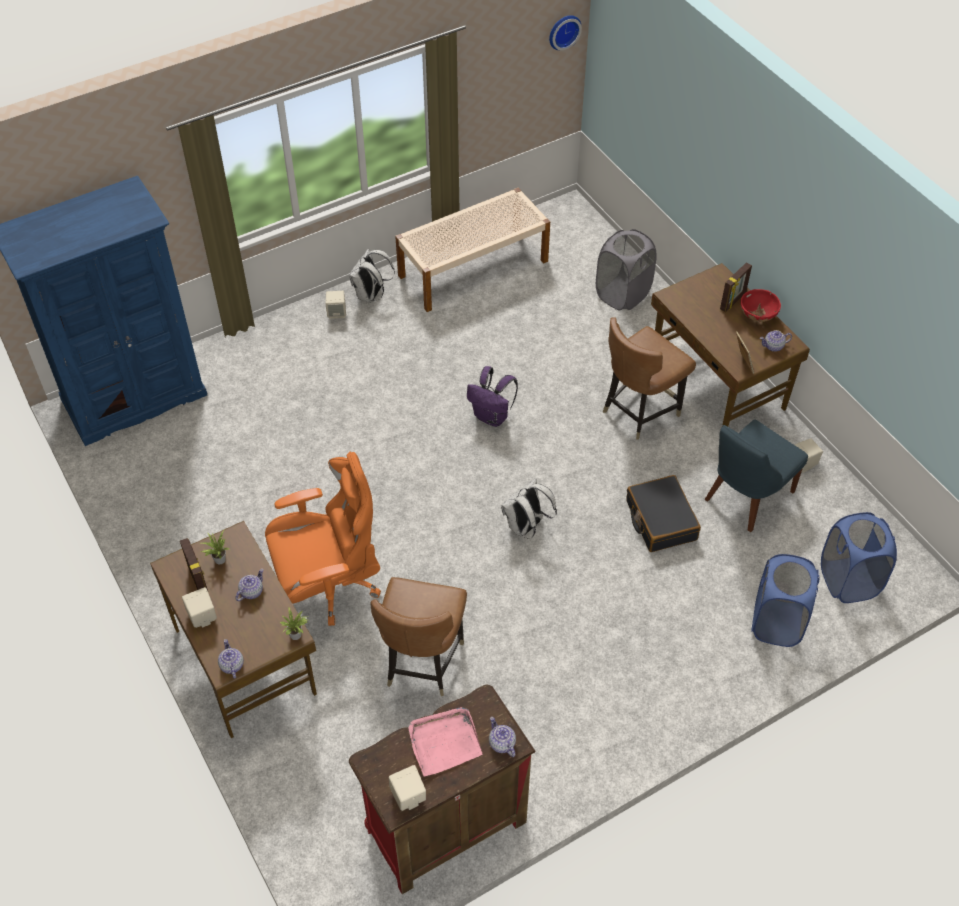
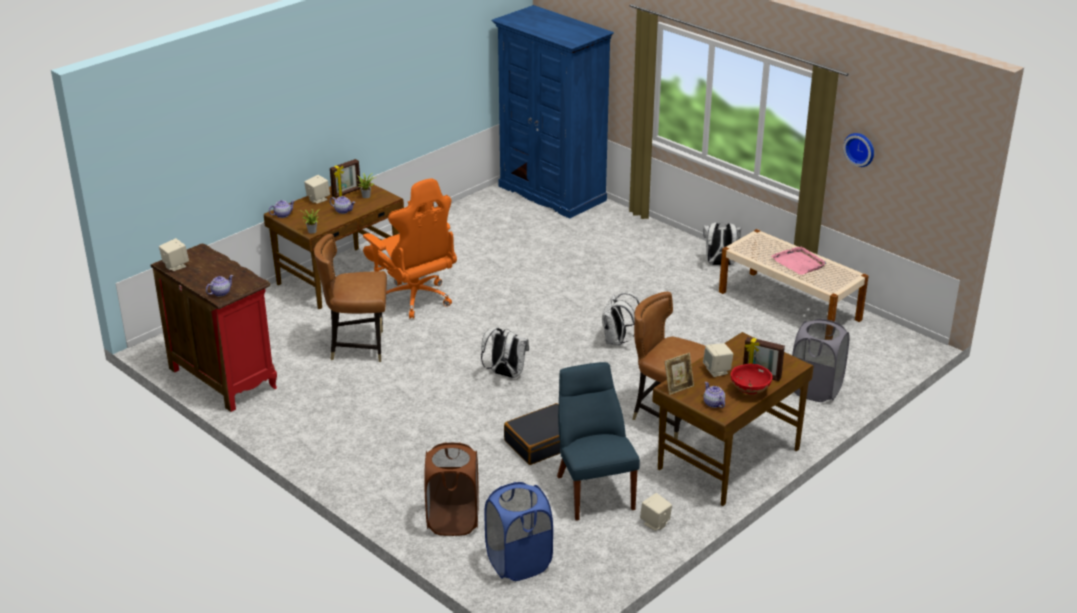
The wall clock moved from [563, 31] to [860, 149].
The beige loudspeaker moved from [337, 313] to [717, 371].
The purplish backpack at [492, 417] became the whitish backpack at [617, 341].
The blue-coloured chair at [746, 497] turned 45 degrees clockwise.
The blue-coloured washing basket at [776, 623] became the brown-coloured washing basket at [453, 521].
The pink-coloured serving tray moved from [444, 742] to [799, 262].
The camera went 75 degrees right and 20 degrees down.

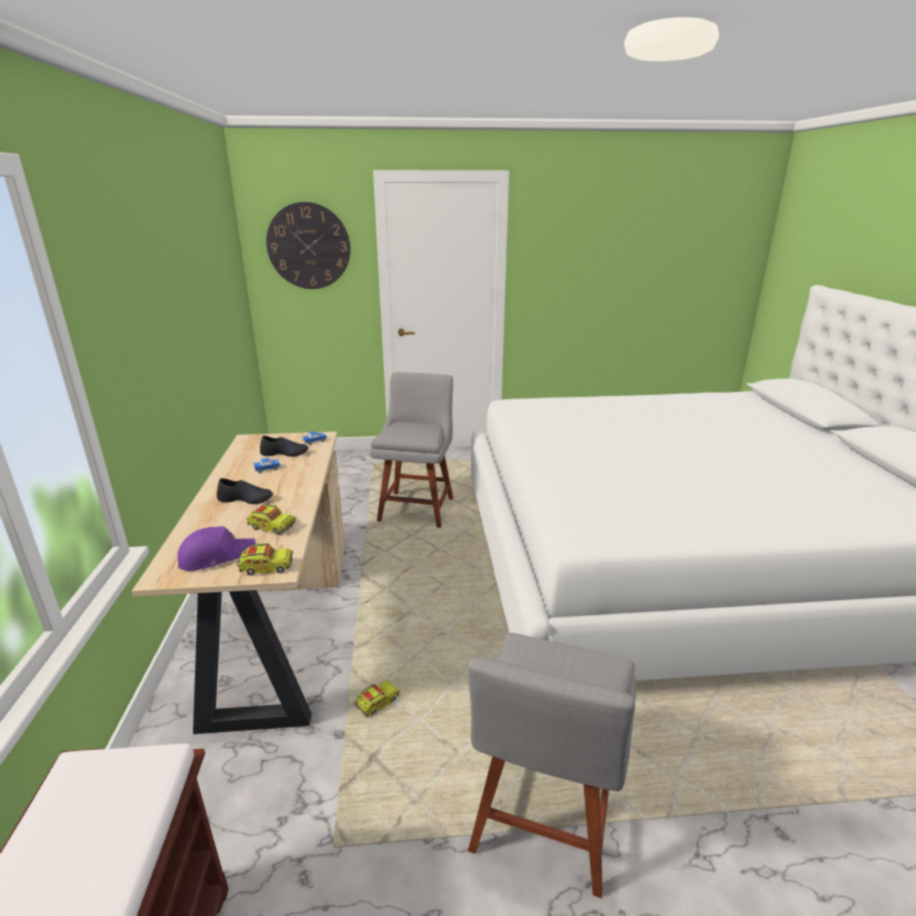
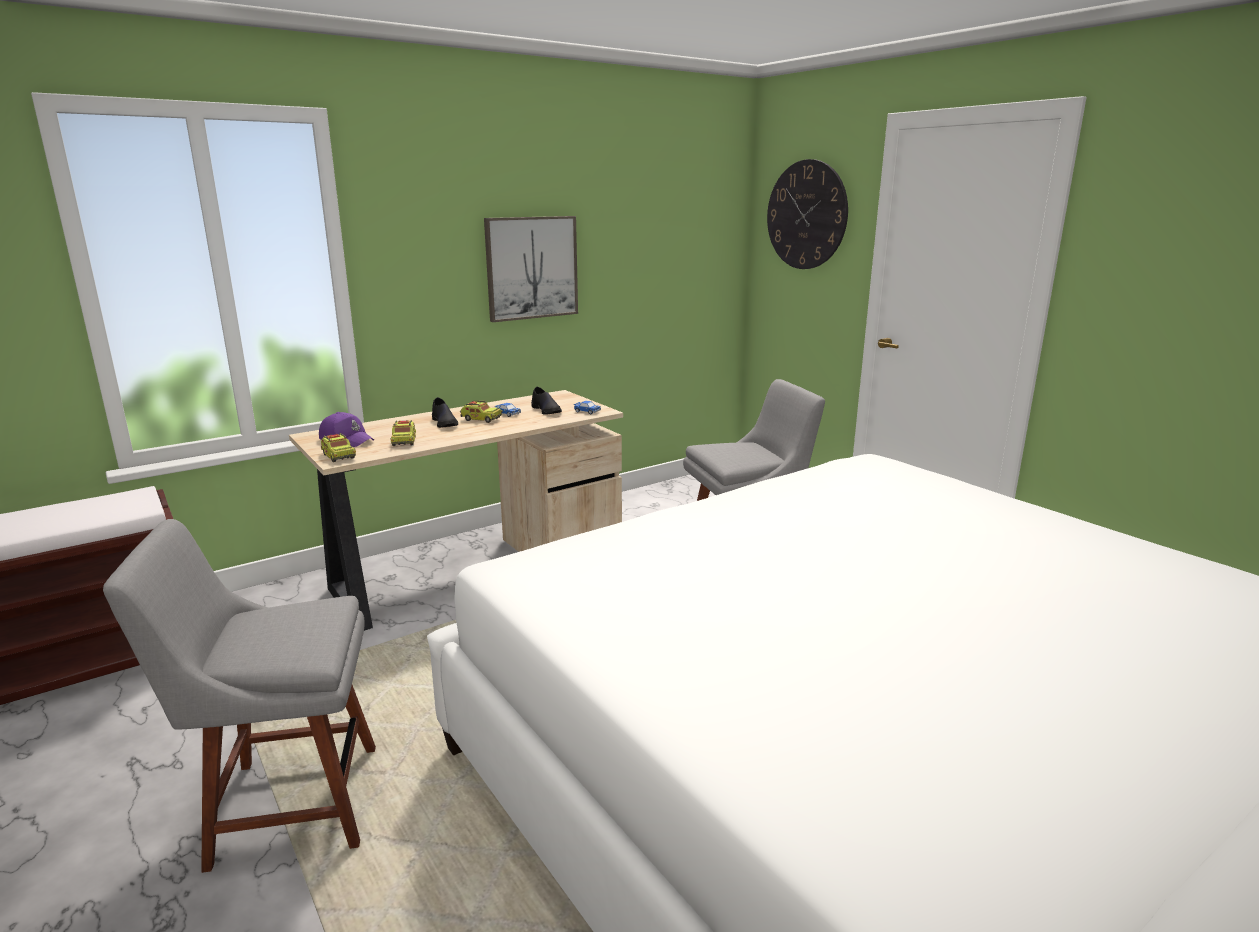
The model truck moved from [377, 703] to [481, 419].
The wall art at [531, 268] appeared.
The camera went 60 degrees right and 5 degrees down.

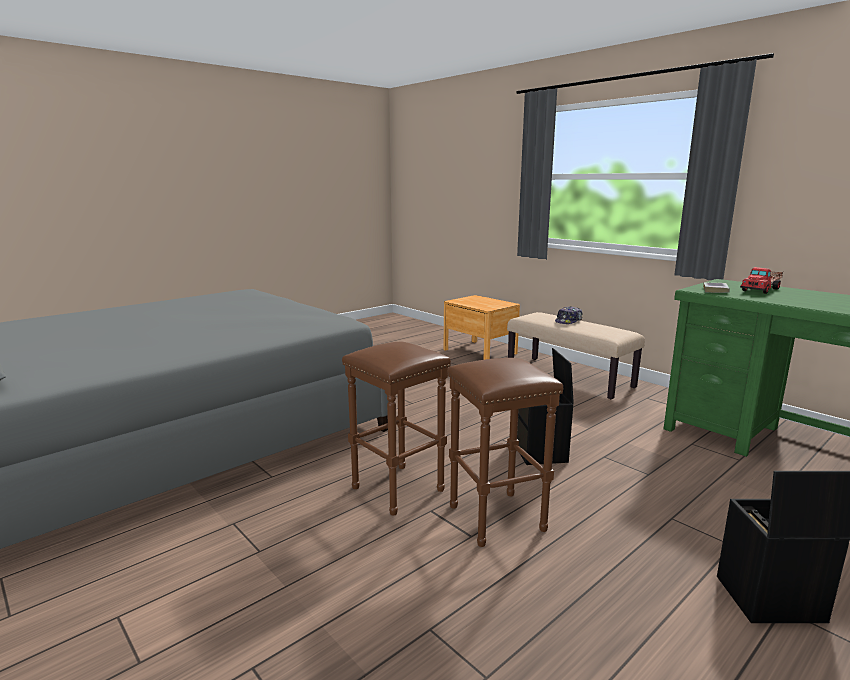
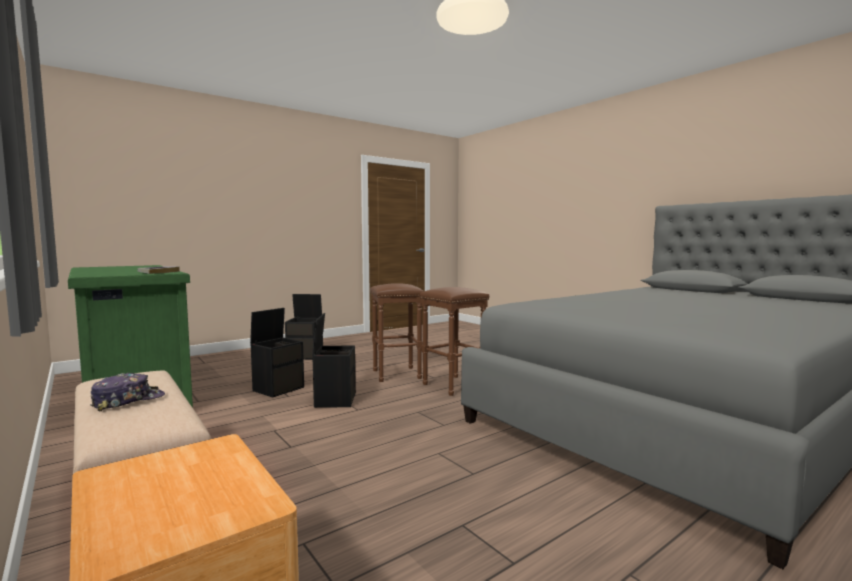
The model truck at [760, 289] disappeared.
The black storage box at [279, 388] appeared.
The camera went 175 degrees left and 10 degrees down.

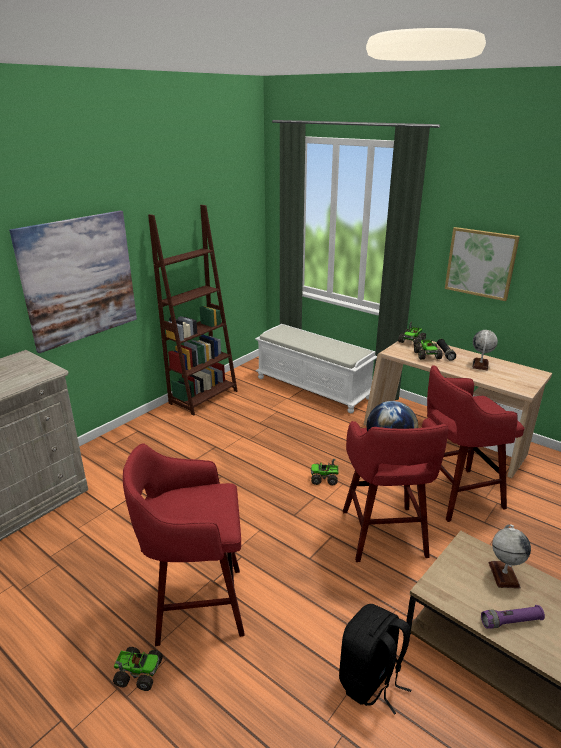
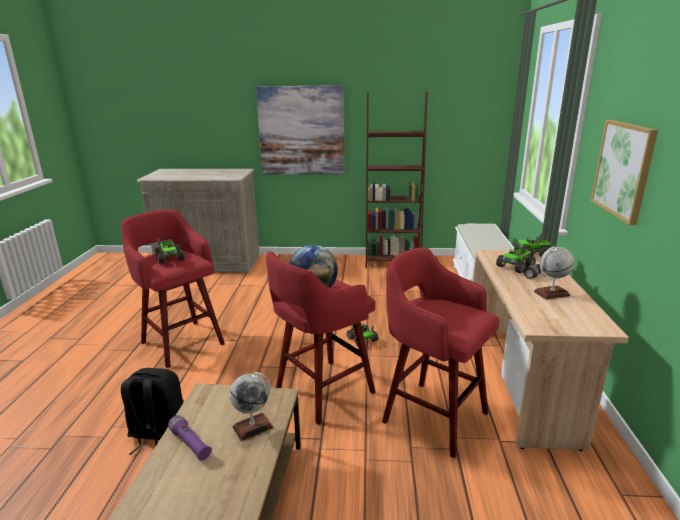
The model truck moved from [138, 672] to [170, 258].
The camera went 55 degrees right and 5 degrees down.

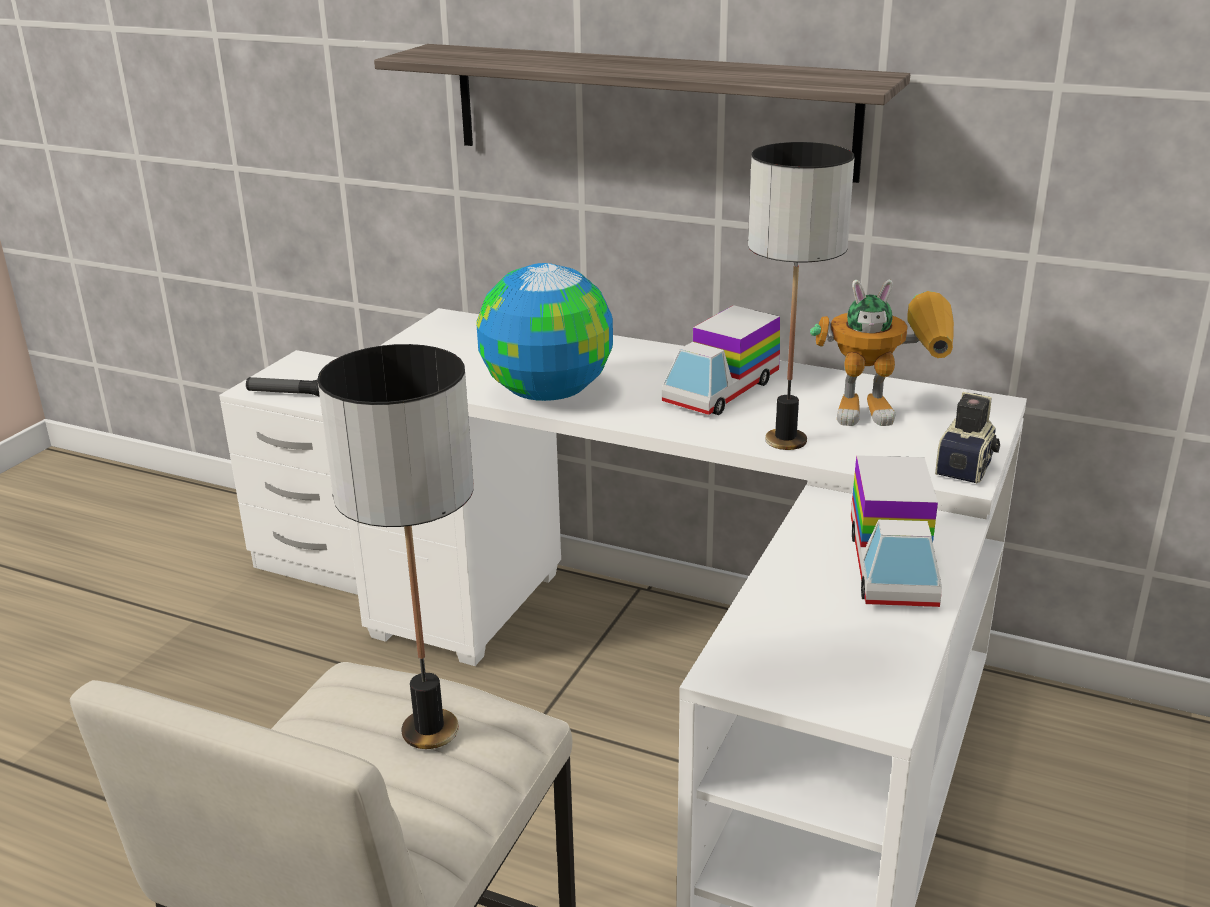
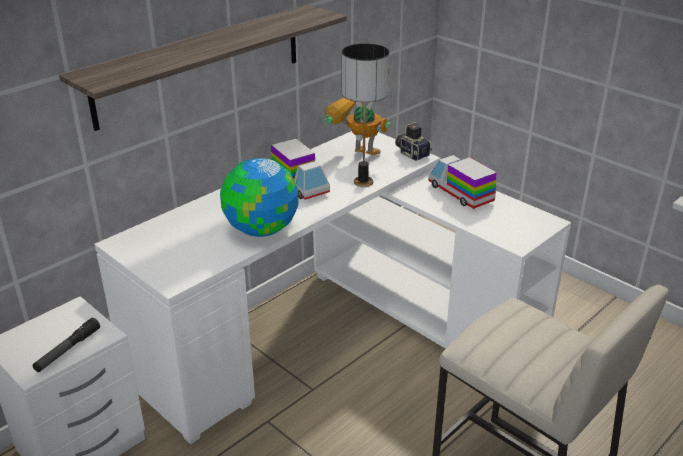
The toy robot at [886, 412] turned 90 degrees counterclockwise.
The tabletop lamp at [428, 730] disappeared.
The model truck at [891, 565] turned 150 degrees counterclockwise.
The camera went 70 degrees left and 5 degrees up.

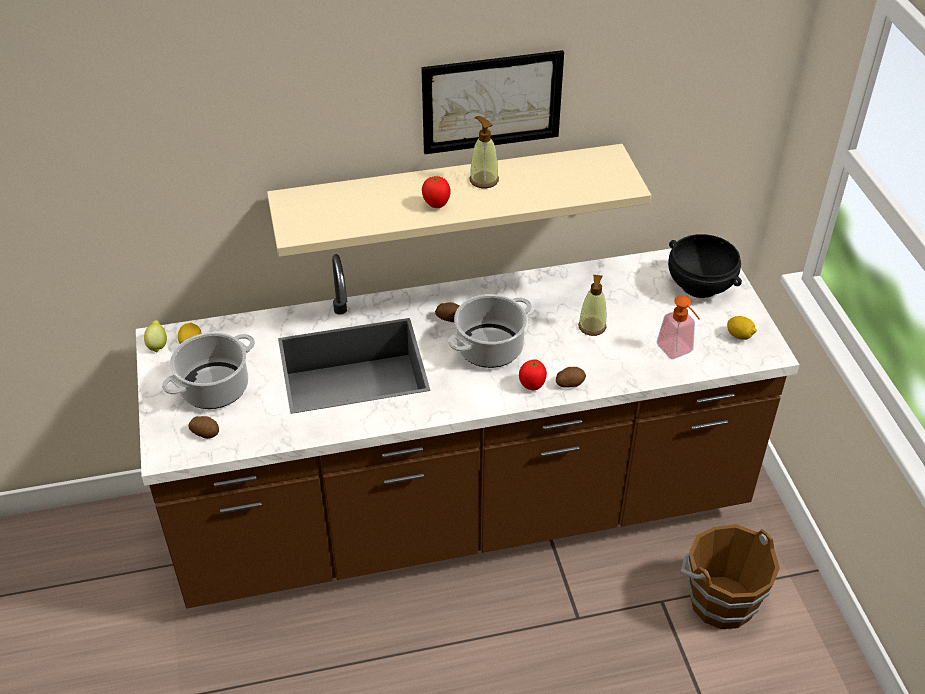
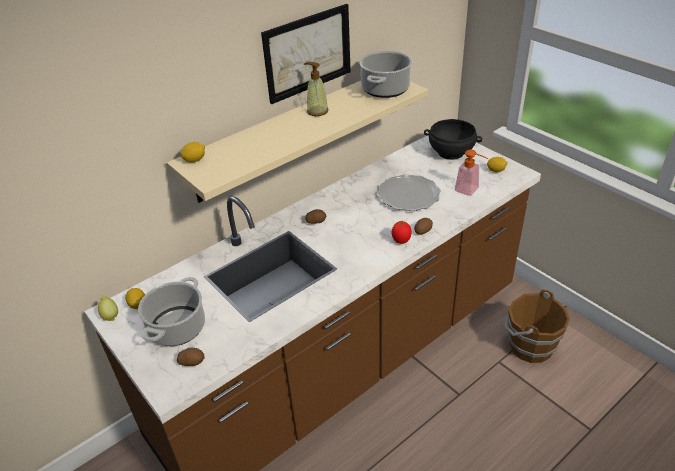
The tomato at [436, 205] disappeared.
The soap dispenser at [592, 327] was replaced by the dinner plate at [409, 195].
The cooking pot moved from [490, 347] to [385, 89].
The citrus fruit at [195, 160] appeared.
The camera went 25 degrees left and 5 degrees down.

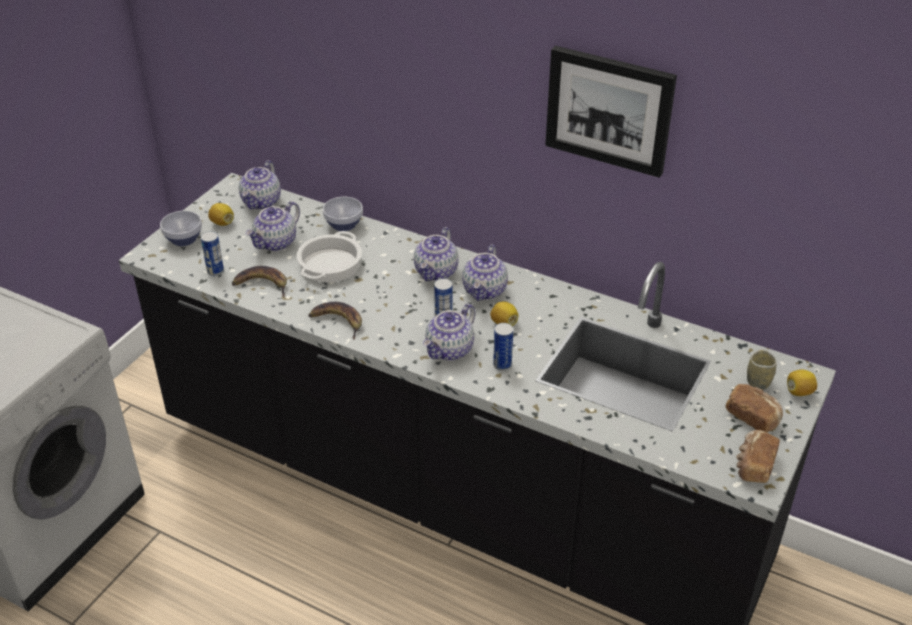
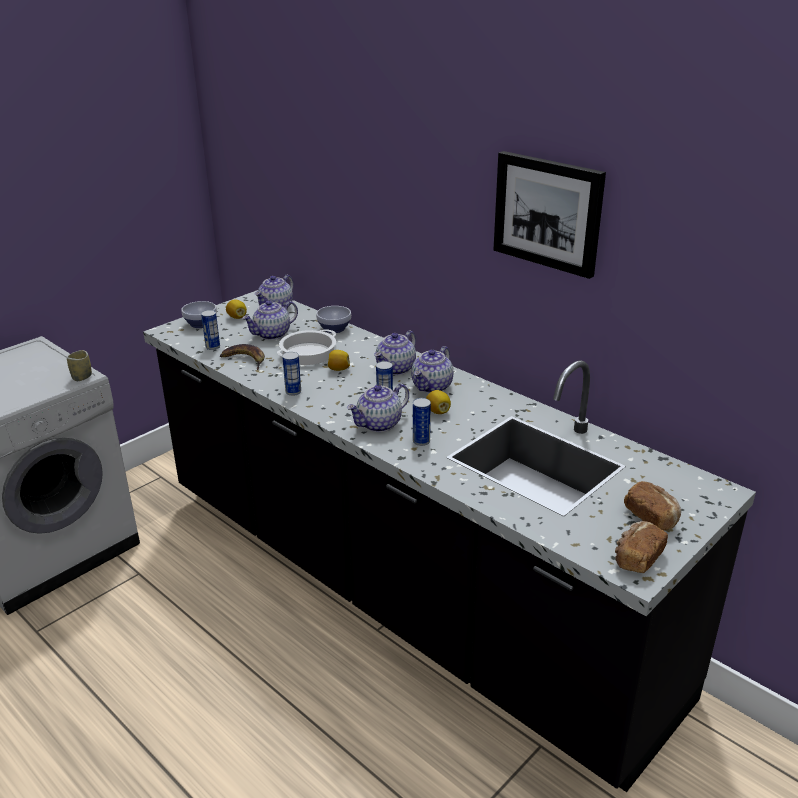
The banana fruit at [338, 321] was replaced by the can at [293, 392].
The drinking cup moved from [758, 382] to [82, 377].
The citrus fruit moved from [799, 392] to [338, 369].
The camera went 15 degrees right and 10 degrees down.

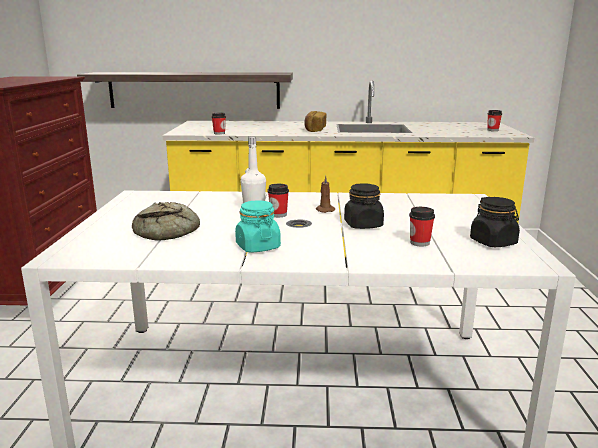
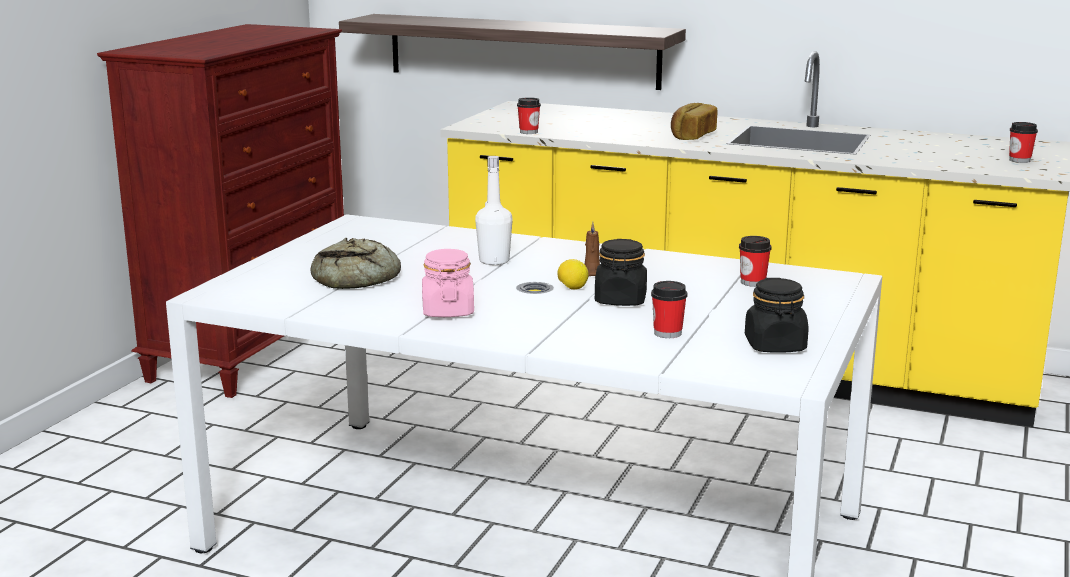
The drinking cup moved from [278, 214] to [753, 282].
The turquoise-coloured preserve jar at [257, 247] became the pink-coloured preserve jar at [448, 311].
The citrus fruit at [572, 288] appeared.
The camera went 20 degrees right and 0 degrees up.

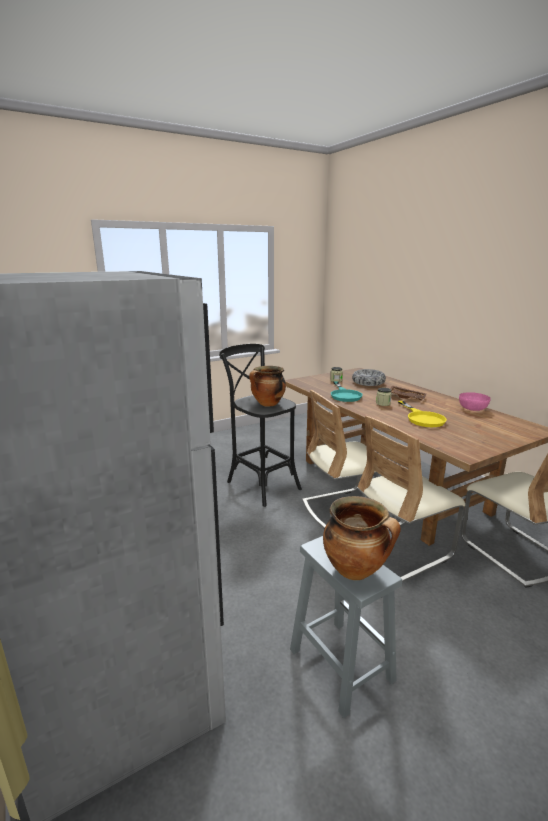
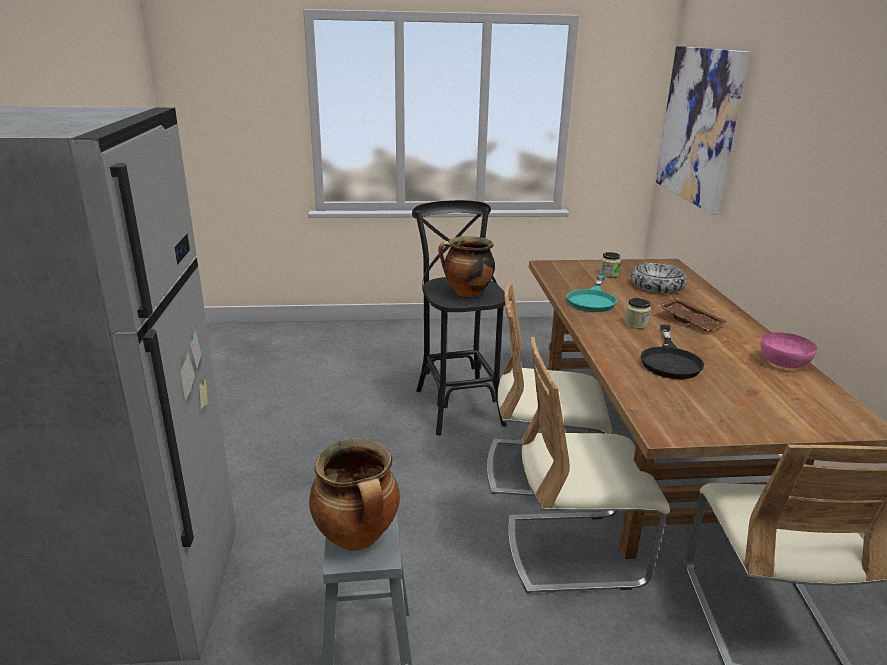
The yellowish frying pan at [422, 418] became the black frying pan at [670, 360].
The wall art at [698, 126] appeared.
The camera went 25 degrees right and 5 degrees up.

